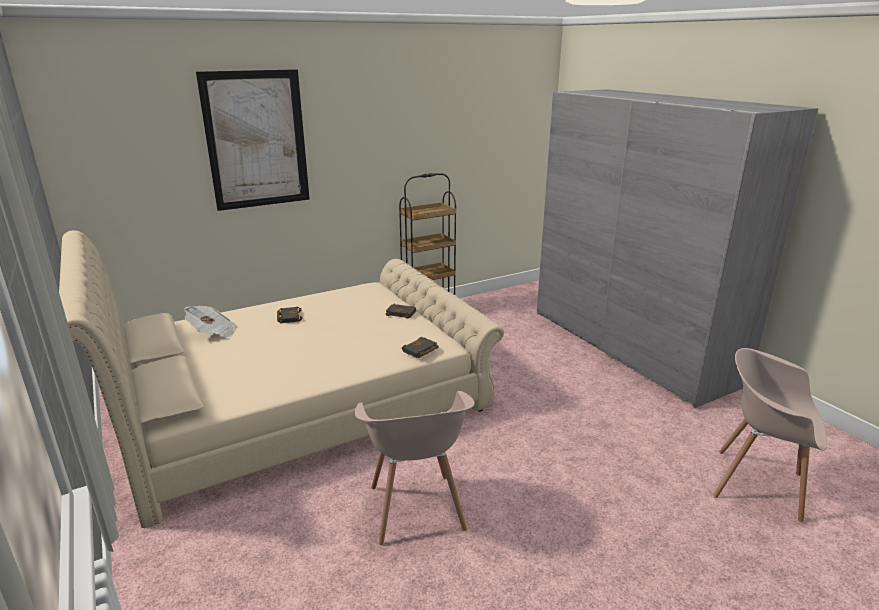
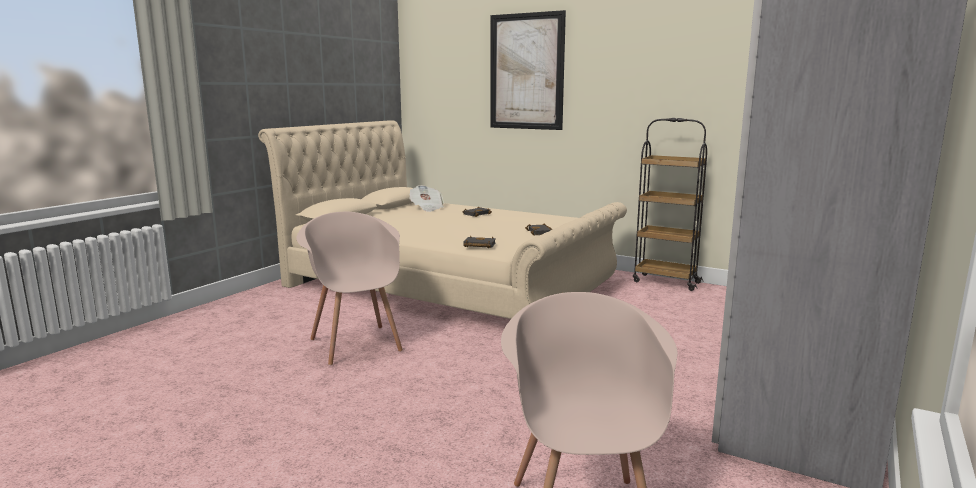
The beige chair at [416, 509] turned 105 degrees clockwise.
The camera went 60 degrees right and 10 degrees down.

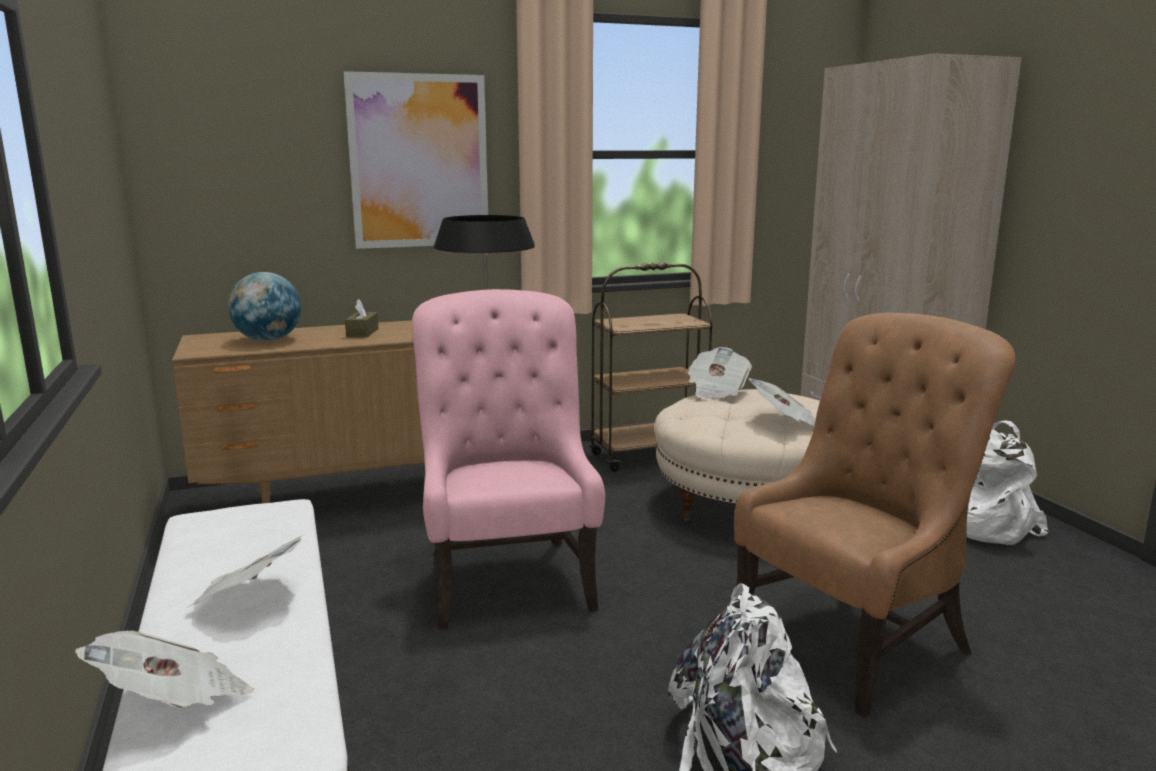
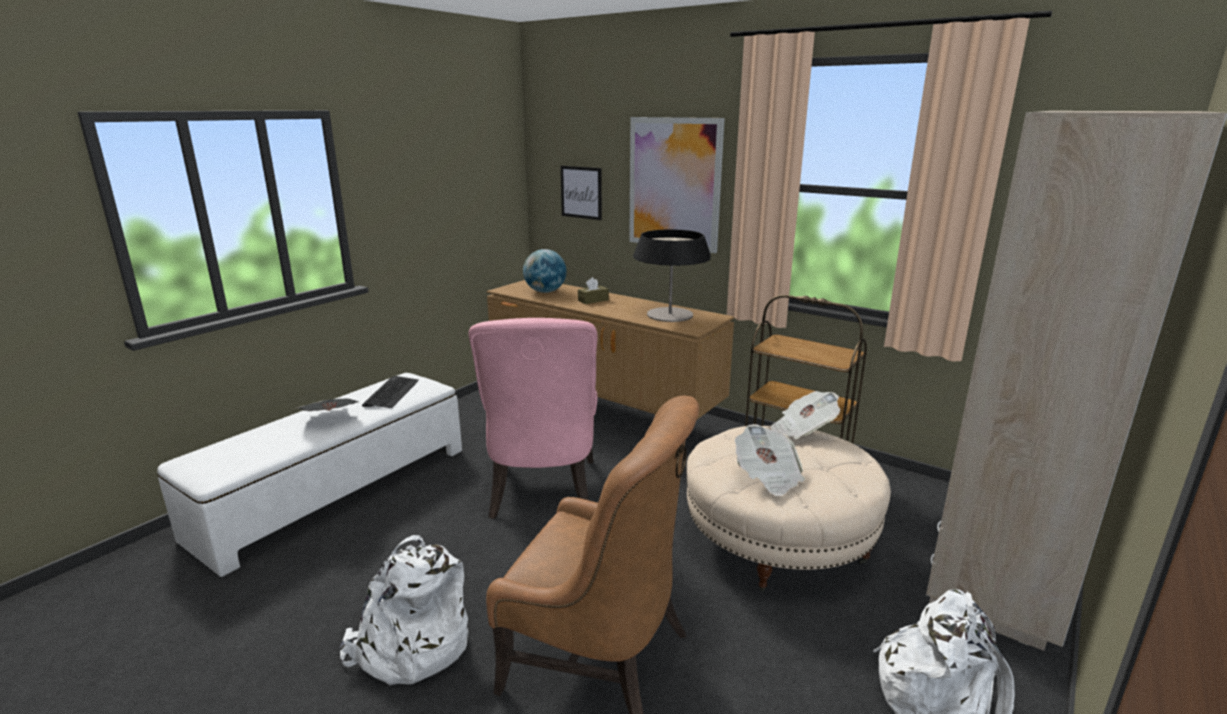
The pink-coloured chair at [508, 579] turned 135 degrees clockwise.
The newspaper at [175, 703] disappeared.
The wall art at [581, 192] appeared.
The computer keyboard at [391, 393] appeared.
The camera went 55 degrees right and 5 degrees up.

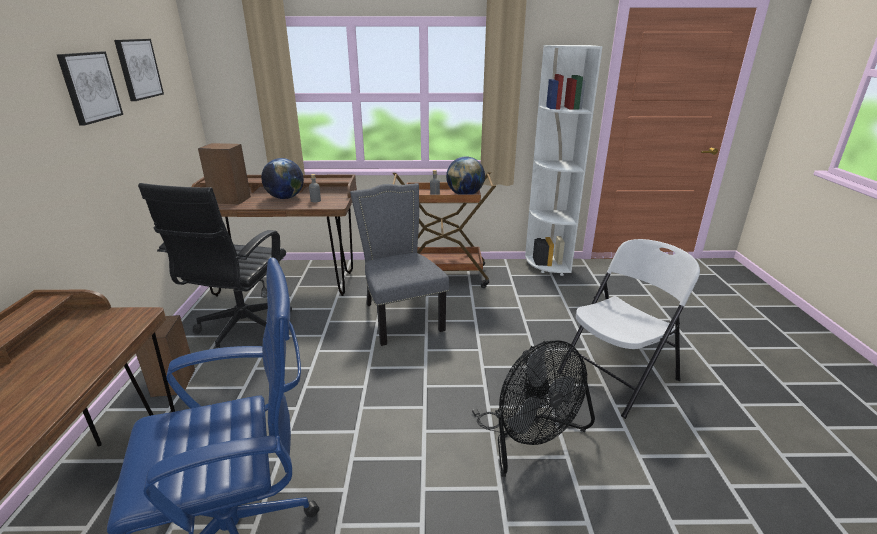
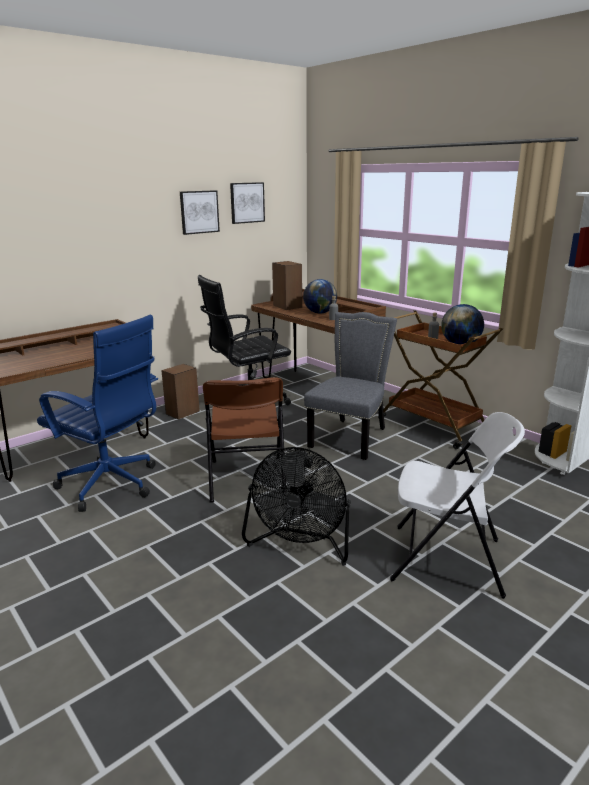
The brown-coloured chair at [247, 479] appeared.
The camera went 50 degrees right and 5 degrees down.

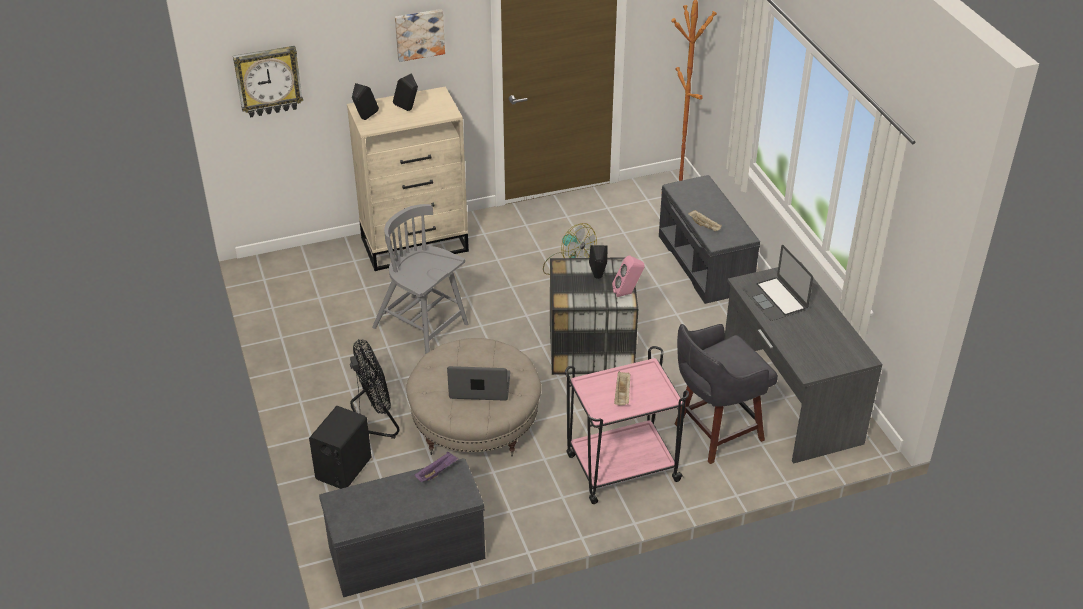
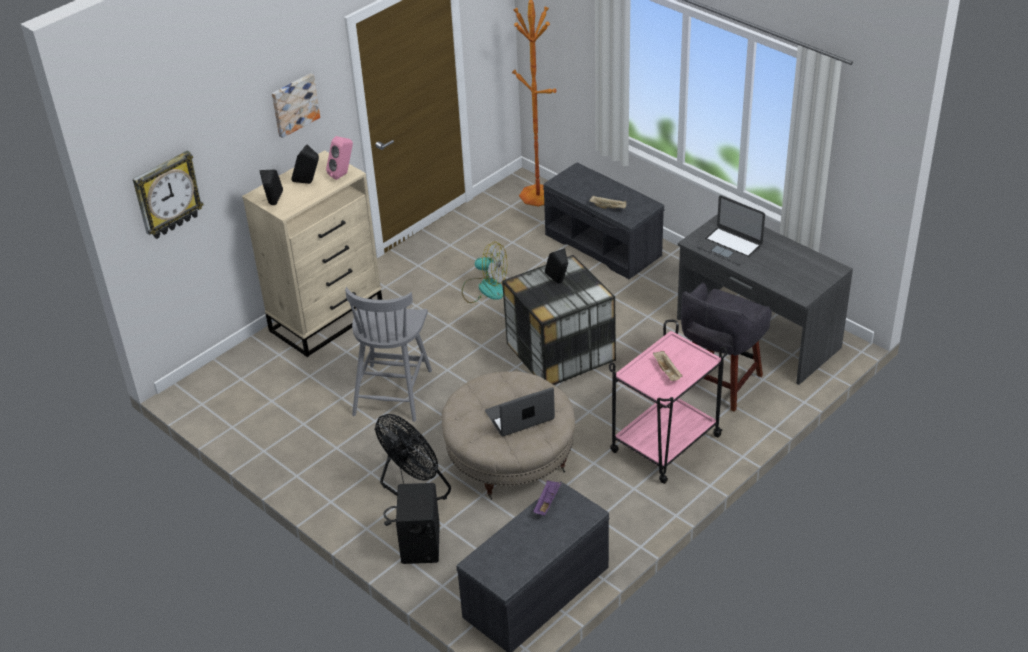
The grey chair at [422, 326] turned 90 degrees counterclockwise.
The pink-coloured loudspeaker moved from [627, 293] to [343, 174].
The camera went 25 degrees left and 0 degrees up.

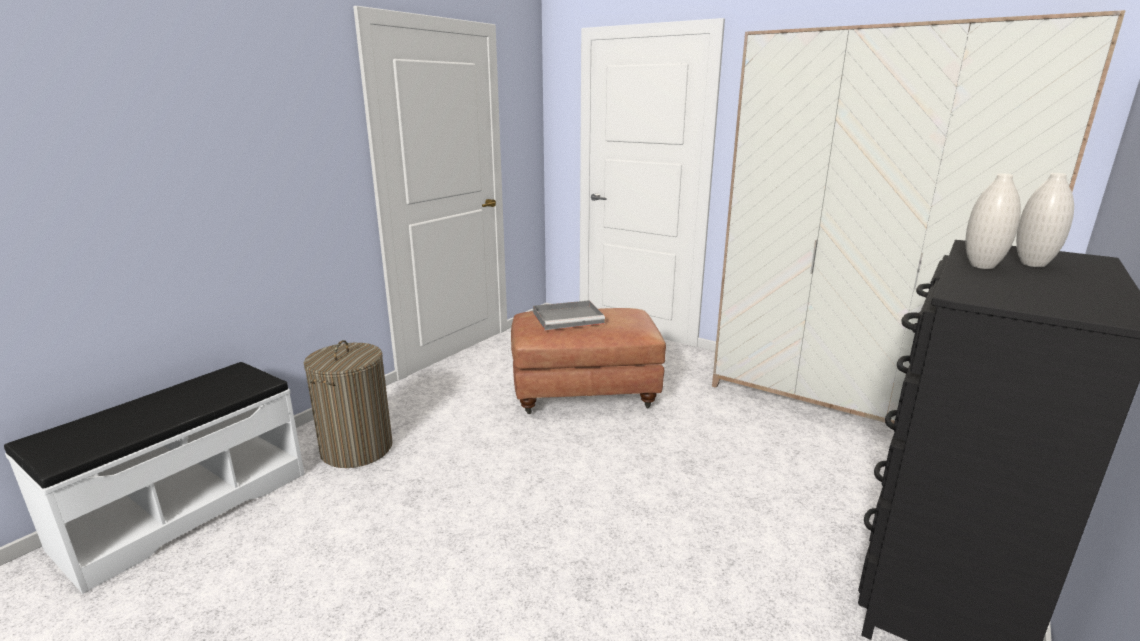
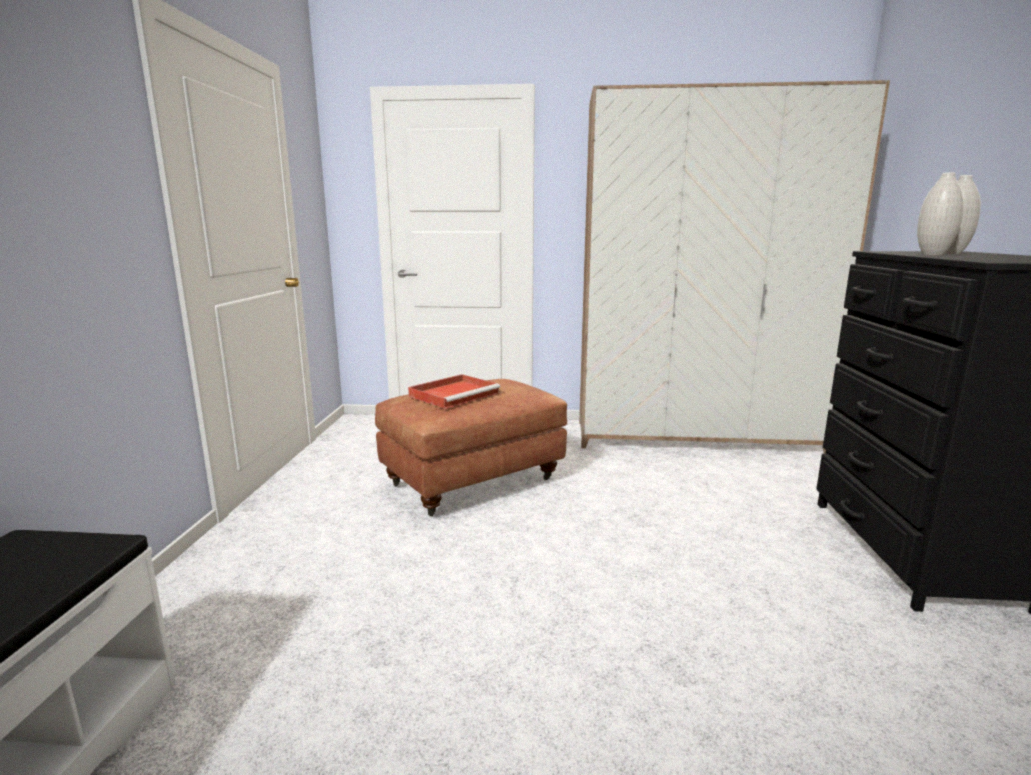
The grey serving tray at [569, 318] became the reddish serving tray at [455, 394].
The washing basket at [357, 448] disappeared.
The camera went 30 degrees left and 5 degrees down.

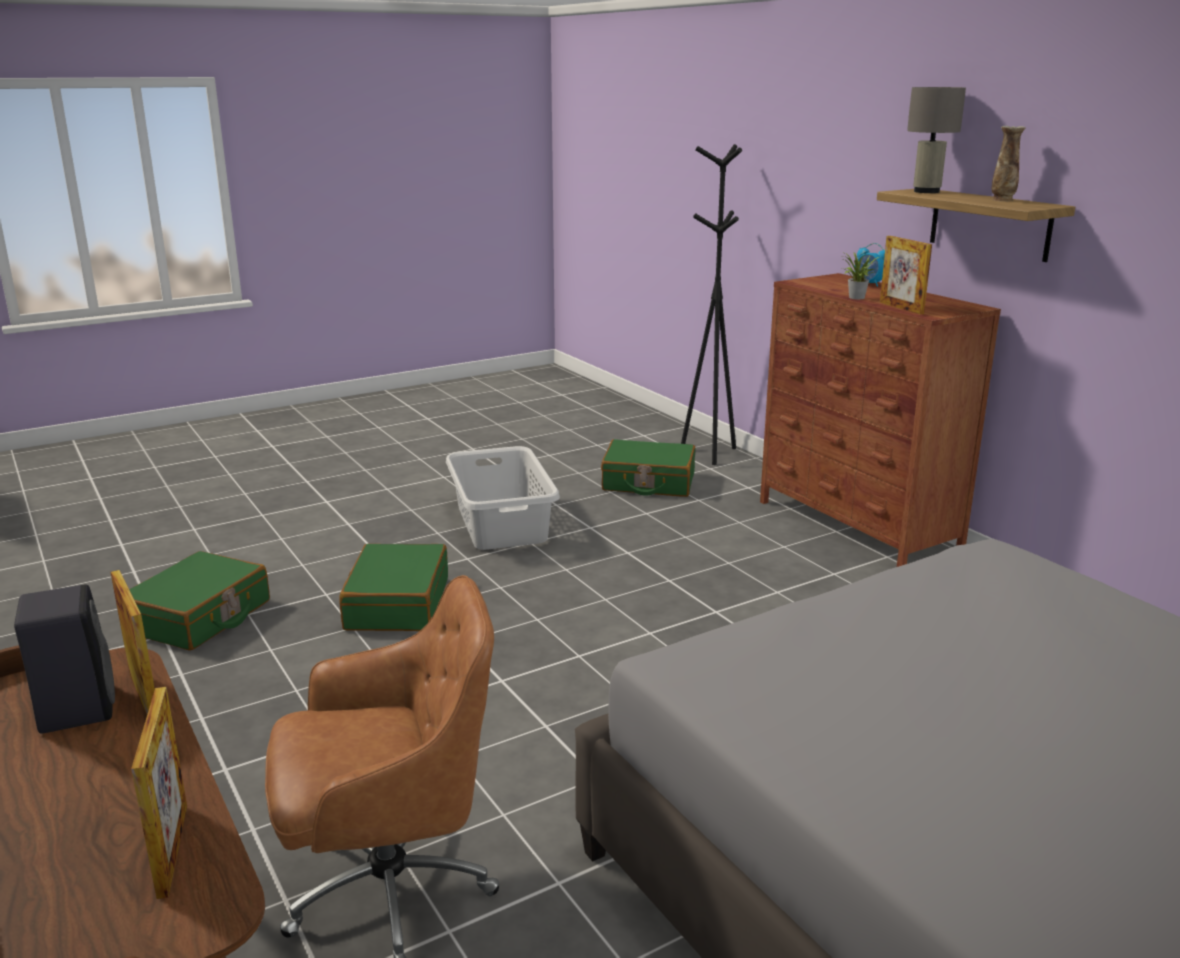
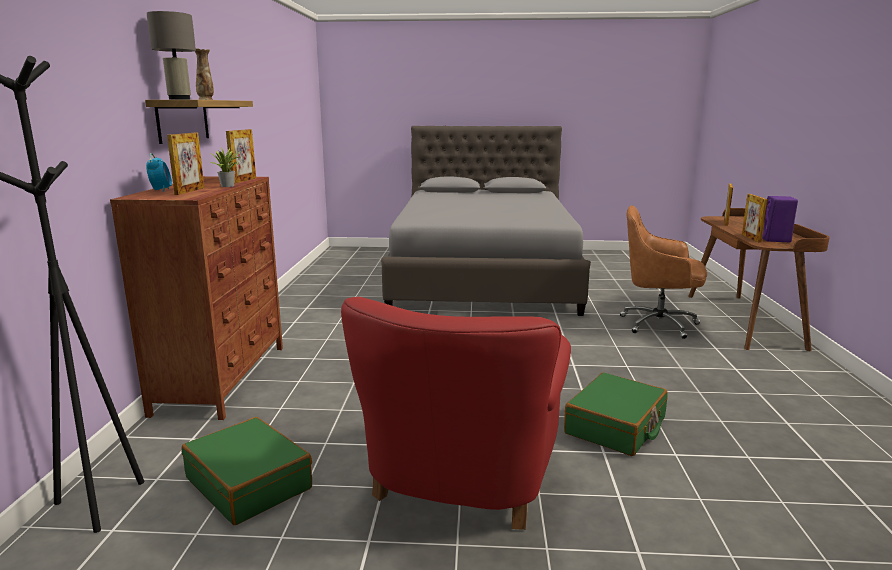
The grey washing basket at [502, 523] was replaced by the reddish armchair at [463, 481].
The green piece of luggage at [199, 617] disappeared.
The black loudspeaker at [76, 708] became the purplish loudspeaker at [775, 240].
The photo frame at [190, 191] appeared.
The camera went 145 degrees left and 5 degrees down.

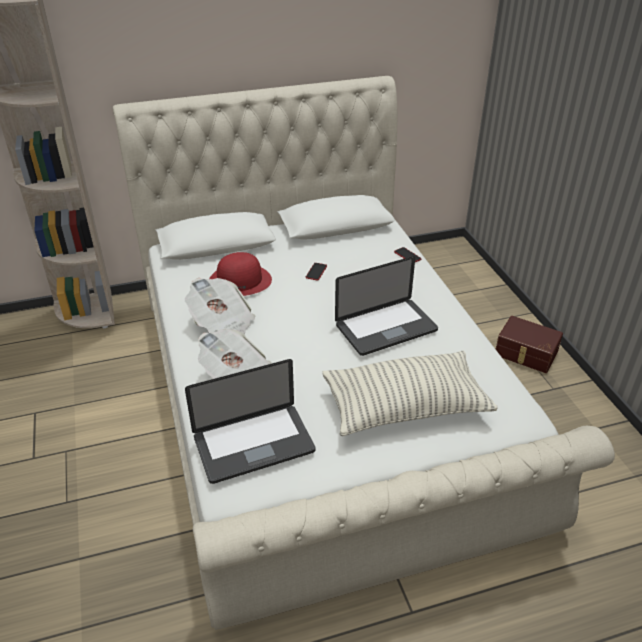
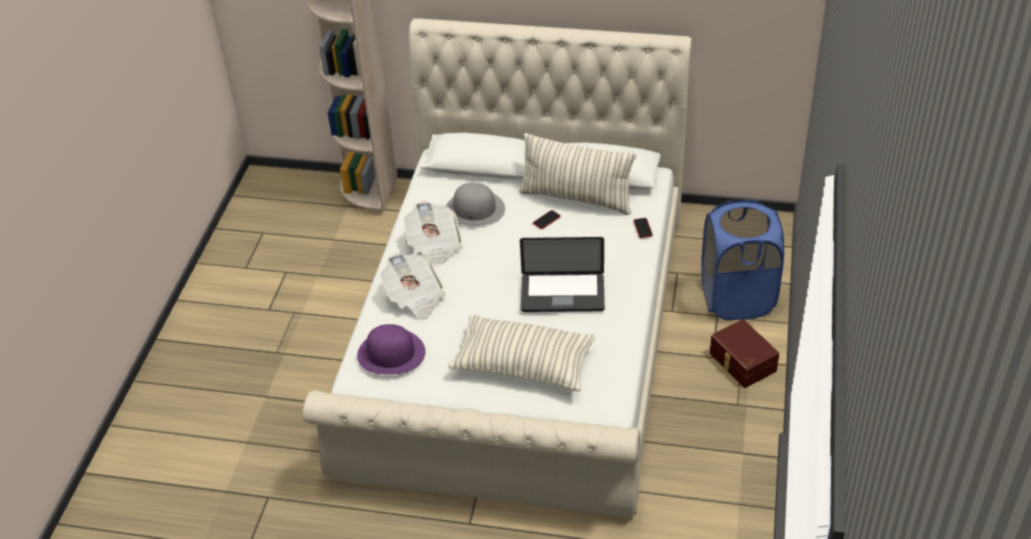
The reddish clothing hat at [240, 281] became the grey clothing hat at [475, 209].
The portable computer at [254, 444] was replaced by the purplish clothing hat at [391, 353].
The cushion at [576, 198] appeared.
The blue-coloured washing basket at [737, 298] appeared.
The camera went 30 degrees right and 5 degrees up.

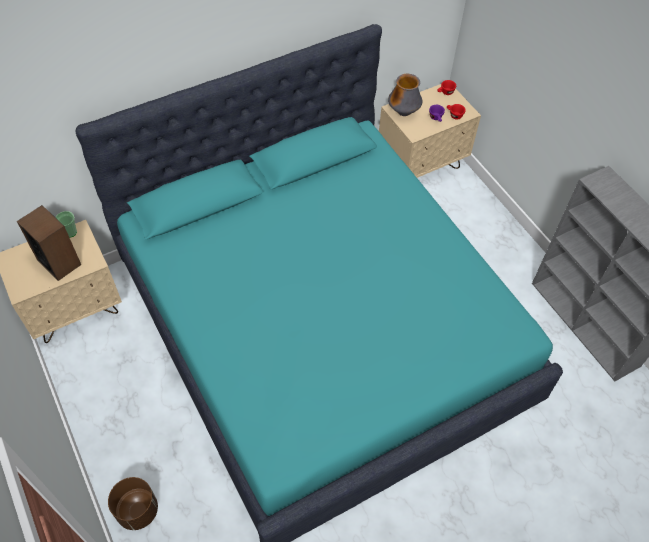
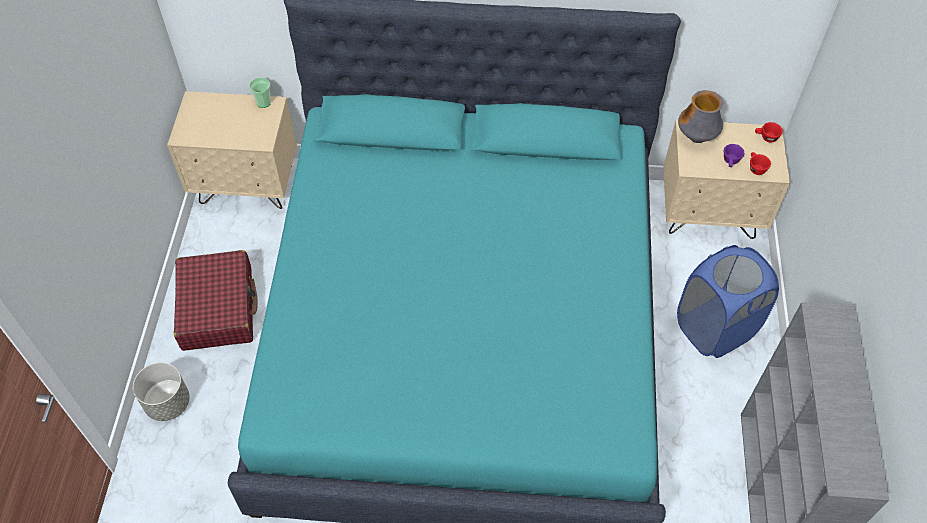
The loudspeaker at [59, 262] disappeared.
The brown-coloured planter at [137, 510] became the grey planter at [167, 403].
The blue-coloured washing basket at [715, 328] appeared.
The reddish piece of luggage at [218, 308] appeared.
The camera went 35 degrees right and 0 degrees up.

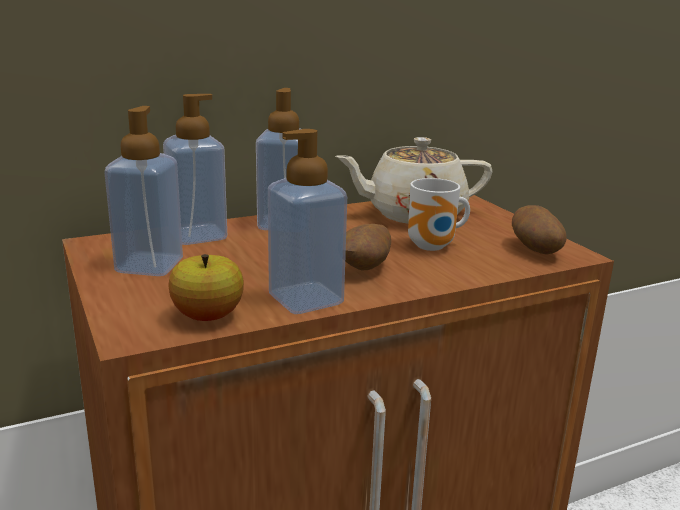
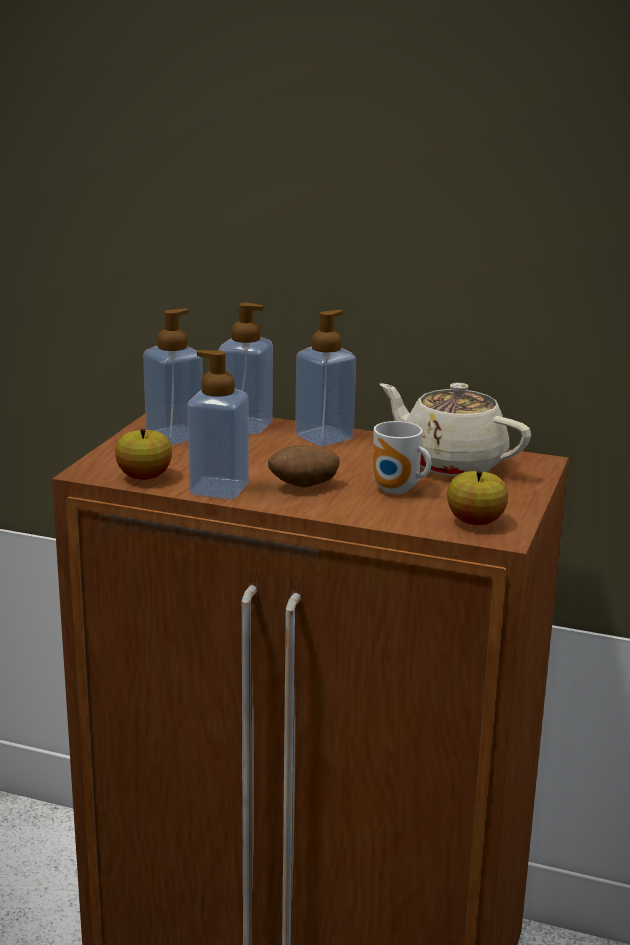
The whole potato at [535, 250] was replaced by the whole apple at [475, 522].
The camera went 45 degrees right and 0 degrees up.

